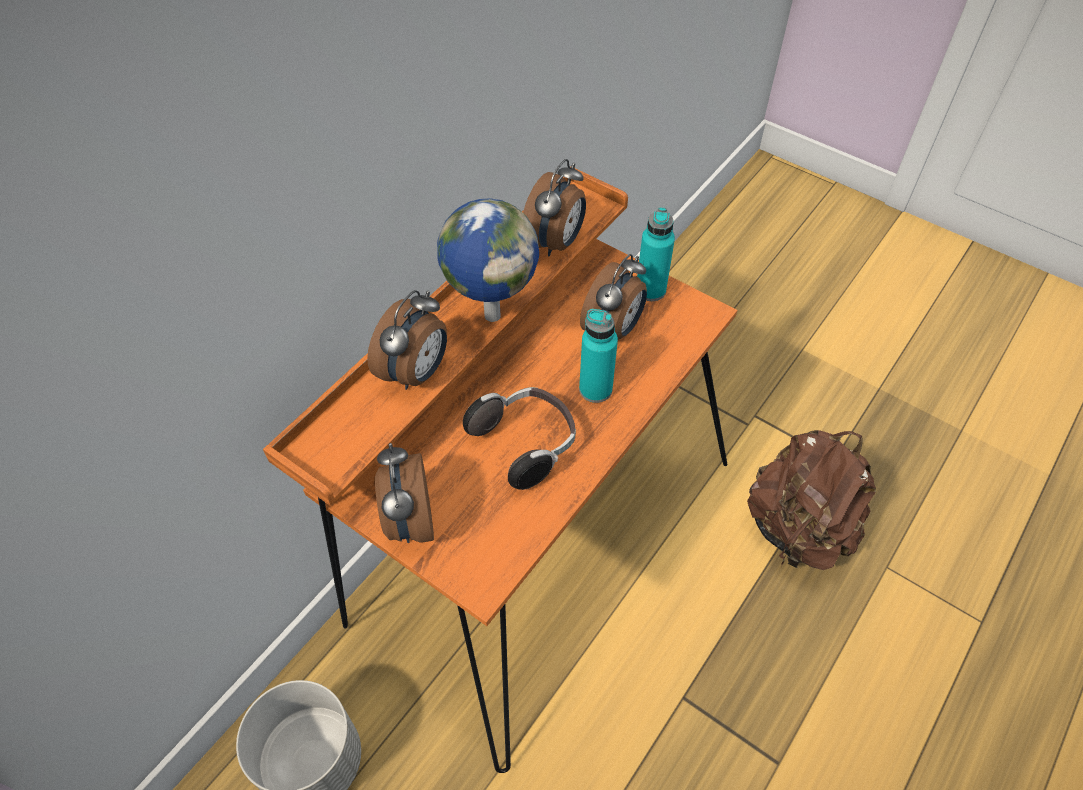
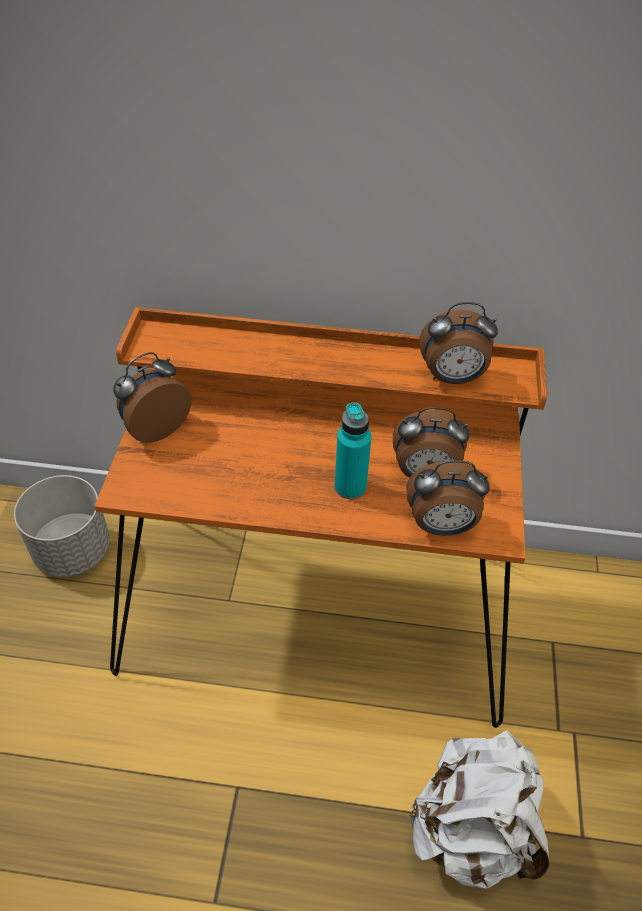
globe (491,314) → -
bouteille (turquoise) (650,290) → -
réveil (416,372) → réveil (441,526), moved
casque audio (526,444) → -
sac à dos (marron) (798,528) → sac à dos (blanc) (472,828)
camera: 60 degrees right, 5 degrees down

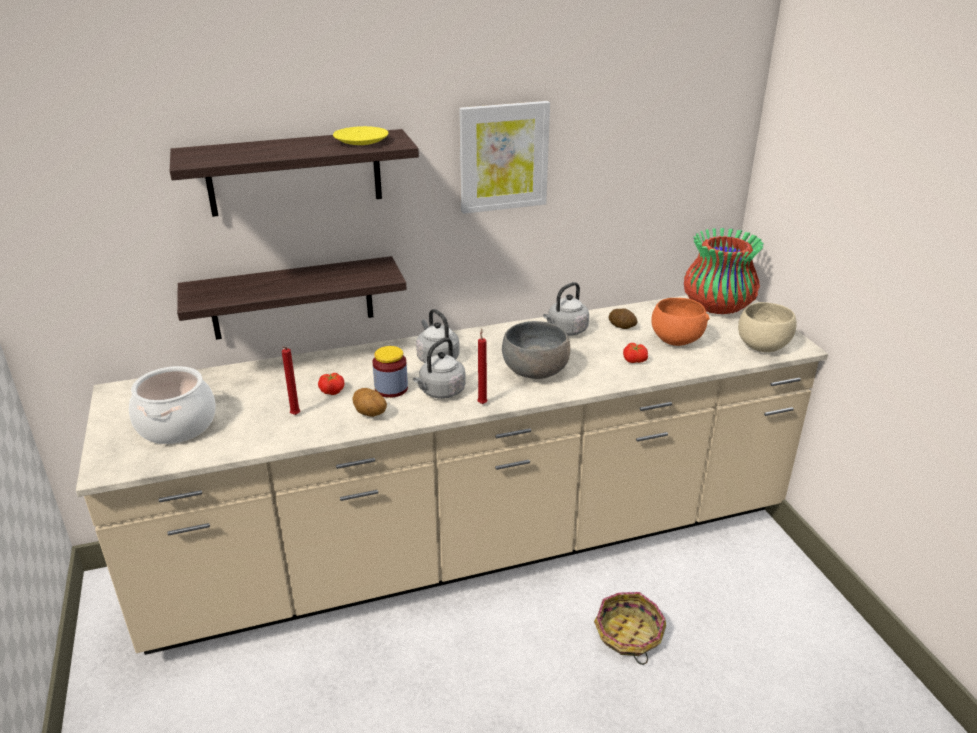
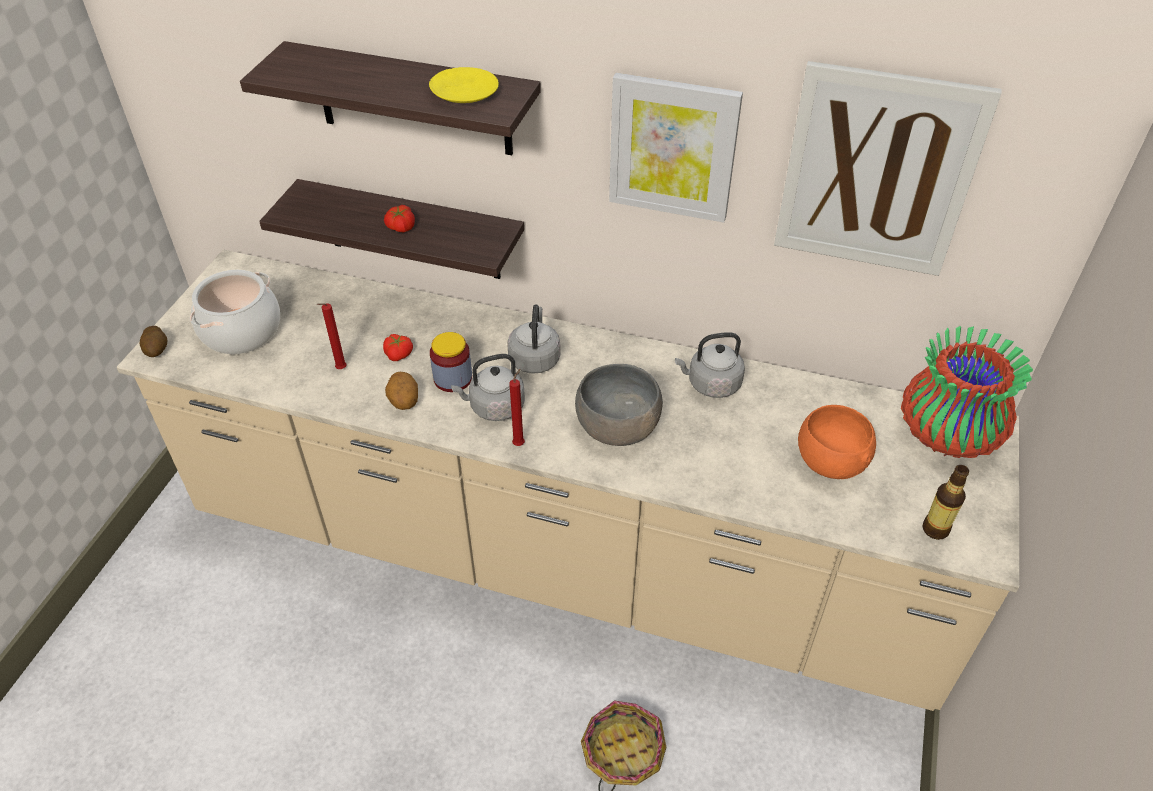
bol (beige) (762,347) → bouteille (935,529)
pomme de terre (622,326) → pomme de terre (157,350), moved
tomate (634,361) → tomate (400,227), moved
- → tableau (877,172)
camera: 35 degrees right, 15 degrees up

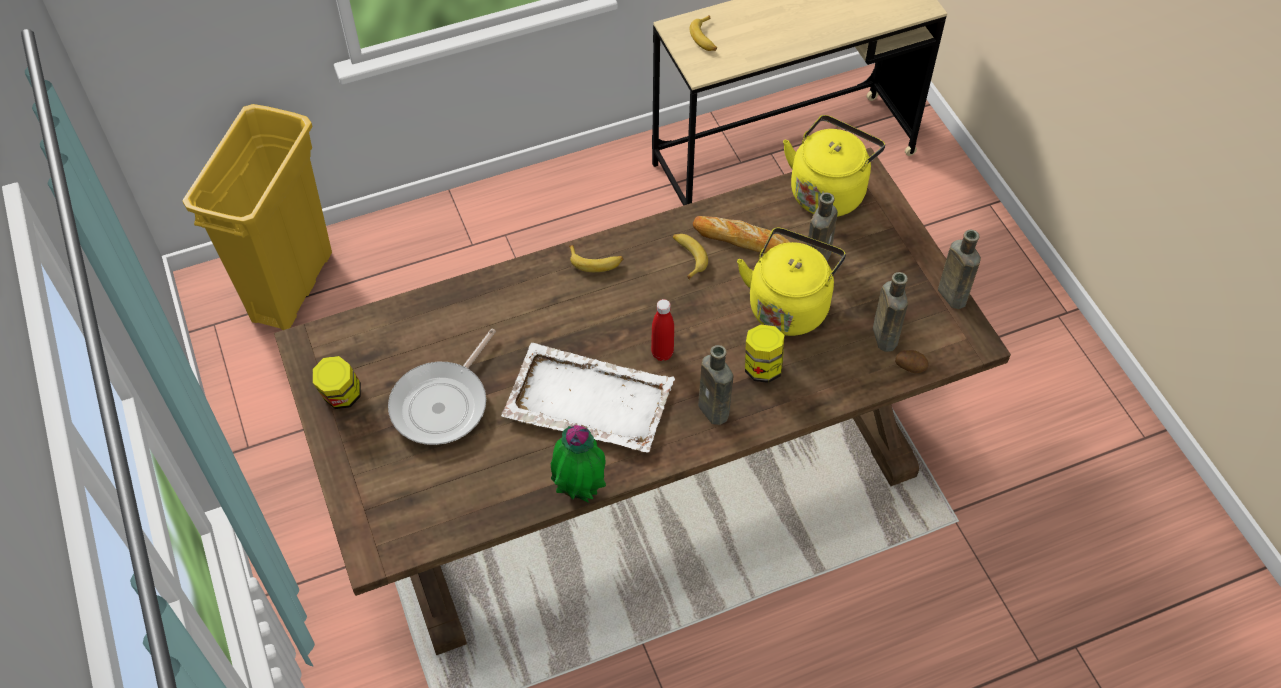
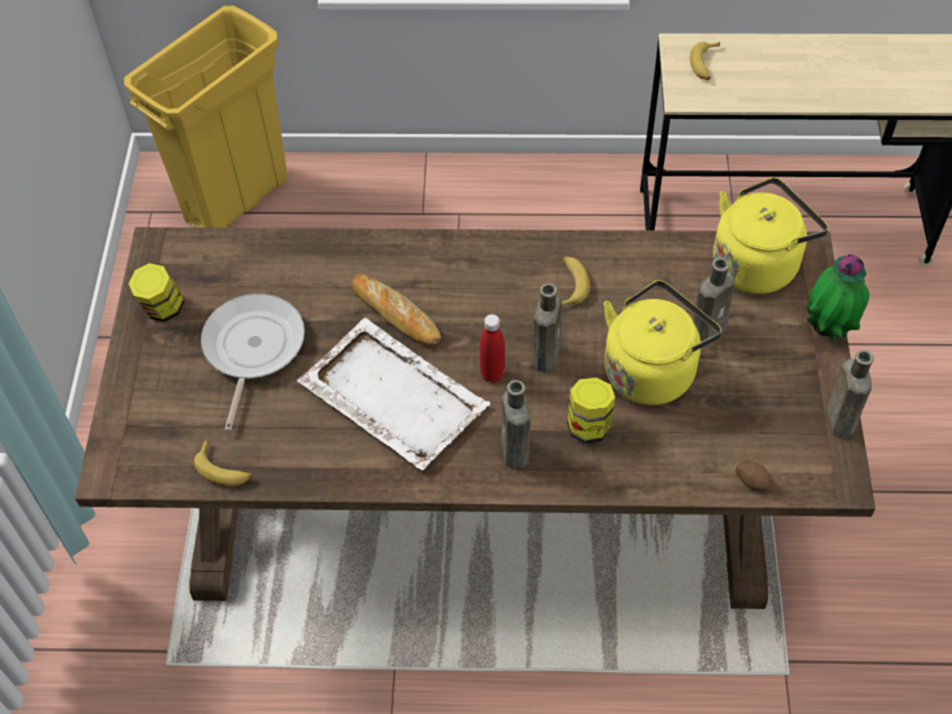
pain (741,239) → pain (396,314), moved
banane (596,262) → banane (224,469), moved
bouteille (marron) (883,335) → bouteille (marron) (547,353), moved
poêle (443,403) → poêle (252,349), 135 degrees clockwise
plante en pot (580,488) → plante en pot (828,329), moved
camera: 25 degrees right, 0 degrees up

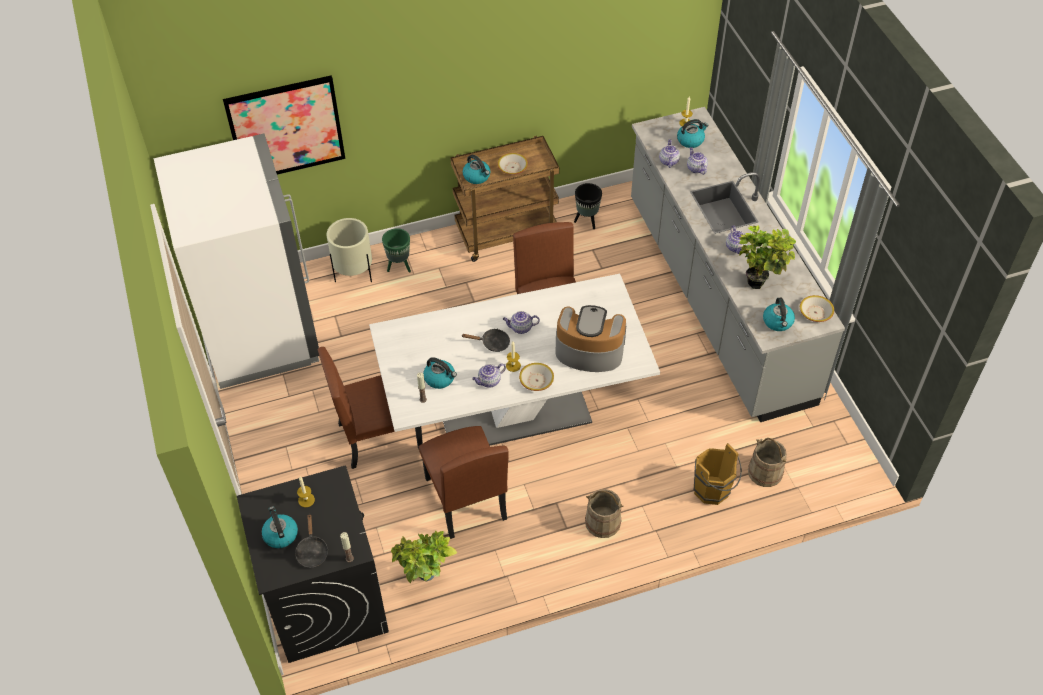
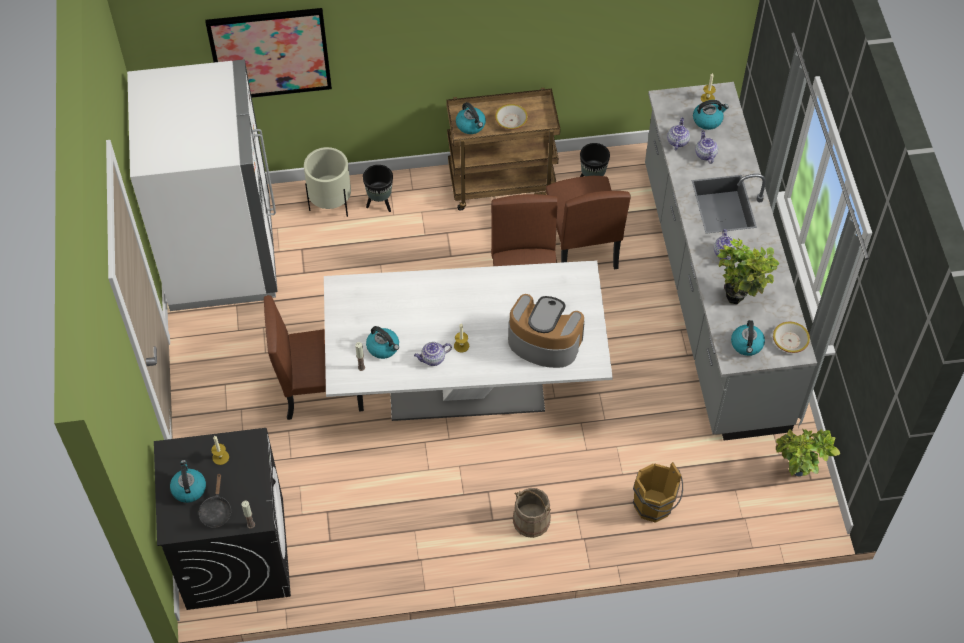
cache-pot (vert) (399,266) → cache-pot (noir) (380,204)
théière (520,328) → -
poêle (noir) (492,343) → -
bol (536,380) → -
chaise (marron) (465,498) → chaise (marron) (581,244), moved
seau (beige) (765,472) → -
plante en pot (425,578) → plante en pot (797,473), moved
camera: 10 degrees right, 5 degrees up

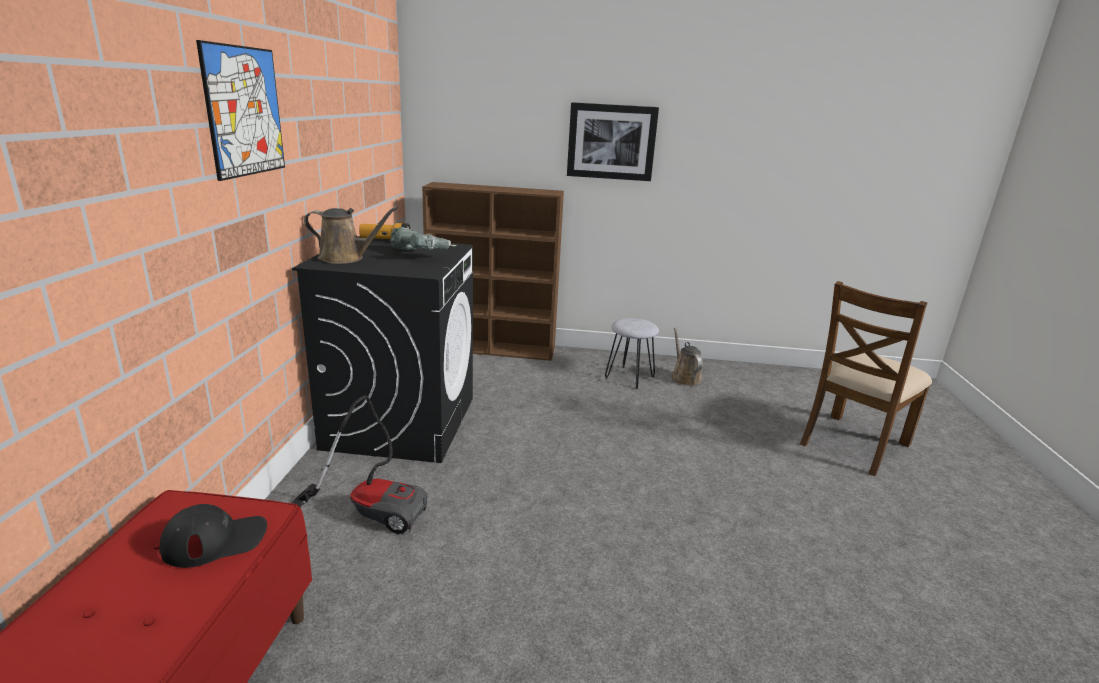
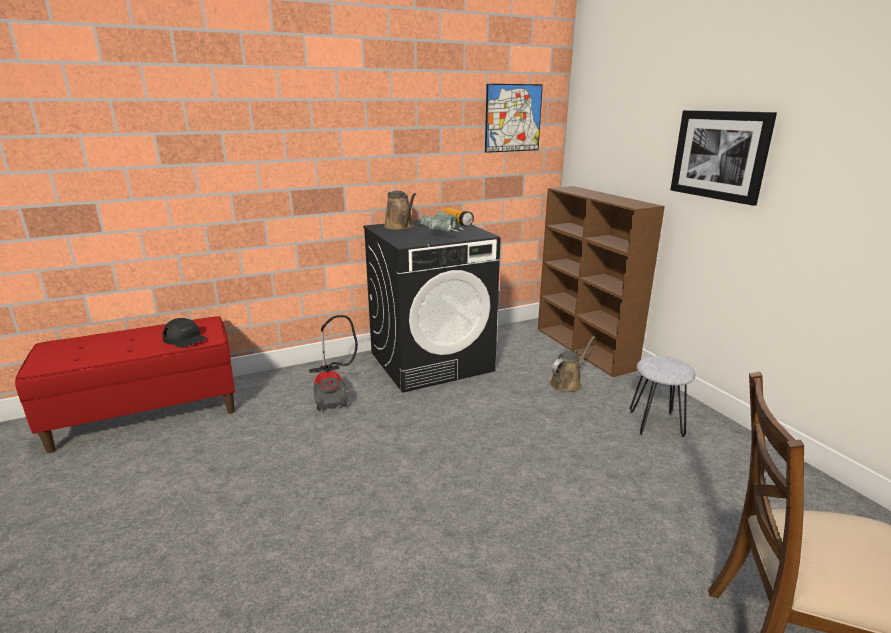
tableau (244,111) → tableau (513,118), moved
arrosoir (marron) (684,378) → arrosoir (marron) (567,383), moved
camera: 60 degrees right, 0 degrees up

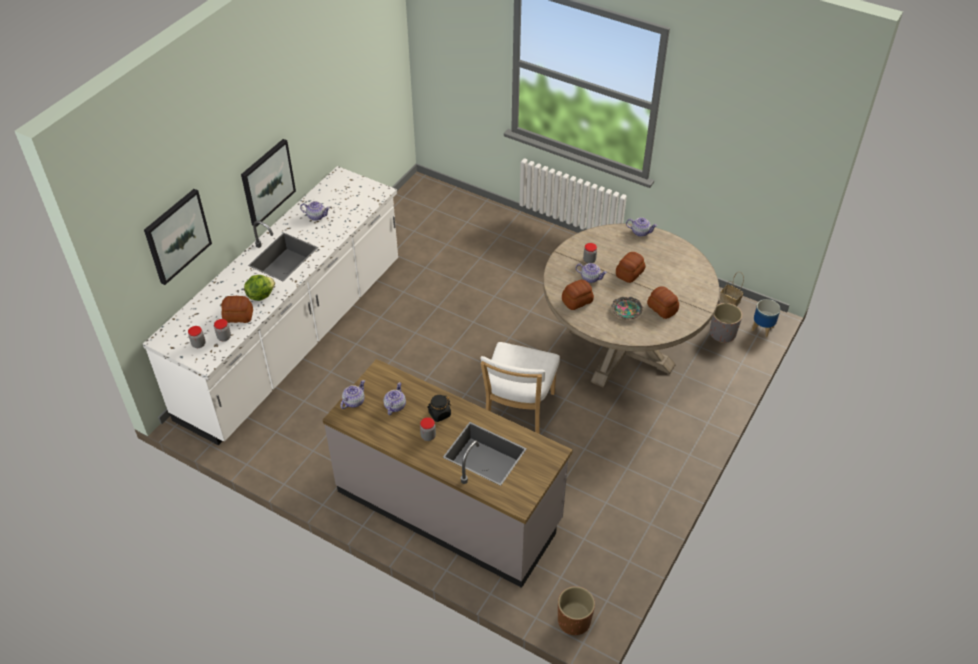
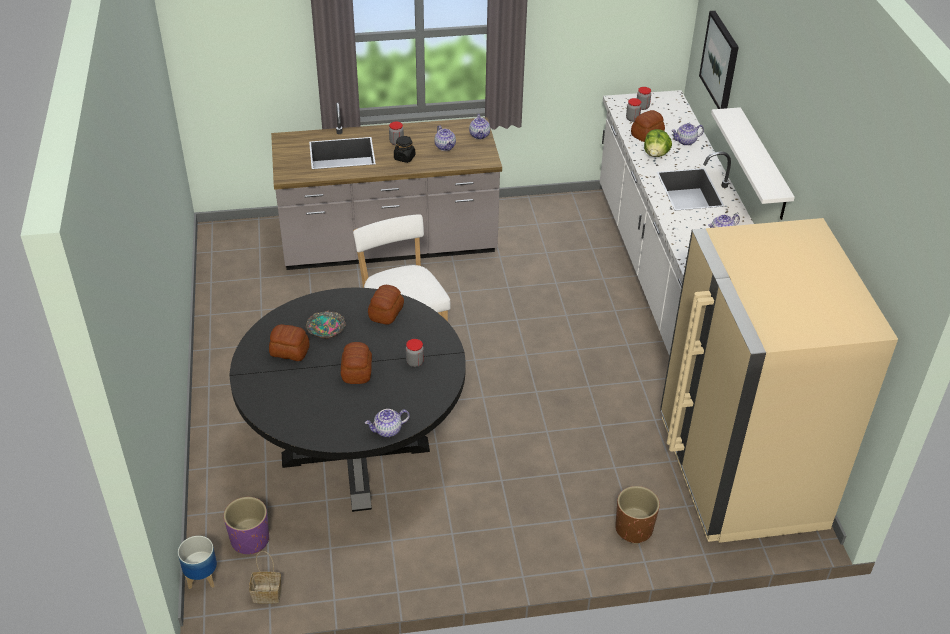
tableau (267,182) → étagère (blanc) (763,165)
table à manger (beige) (621,348) → table à manger (noir) (356,452)
théière (590,278) → théière (685,141), moved
cache-pot (gris) (722,333) → cache-pot (violet) (249,540)
cache-pot (marron) (574,620) → cache-pot (marron) (634,529), moved
- → réfrigérateur (beige) (739,472)
camera: 140 degrees right, 5 degrees down

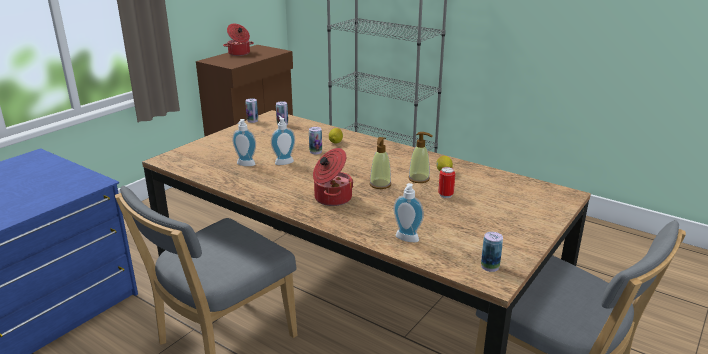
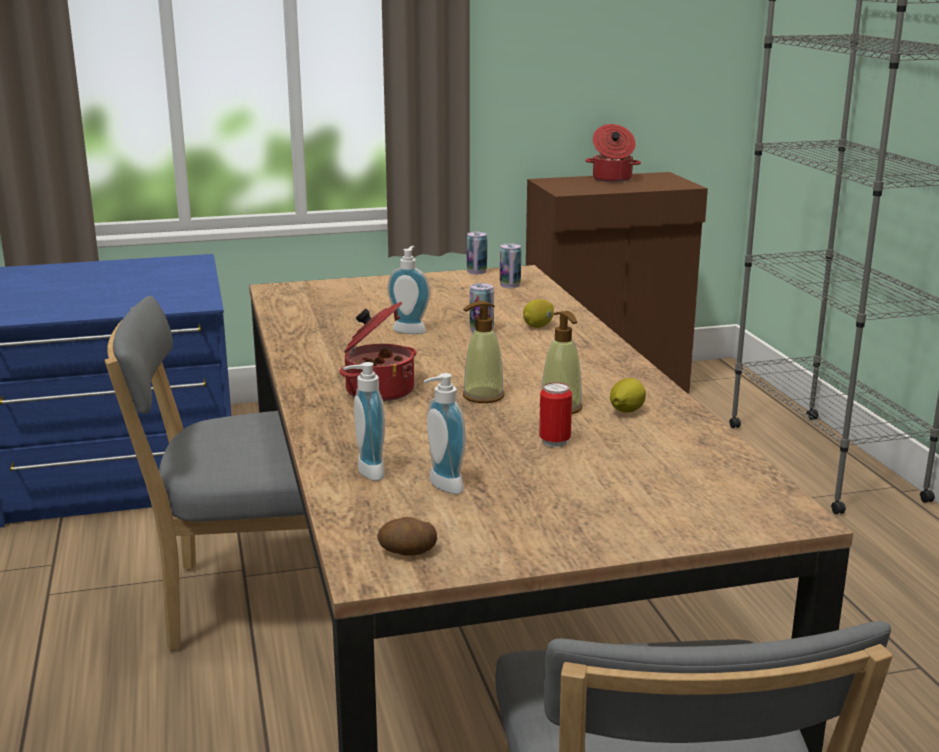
distributeur de savon (245,165) → distributeur de savon (441,486), moved
boîte métallique (490,266) → pomme de terre (408,552)
camera: 40 degrees right, 5 degrees down

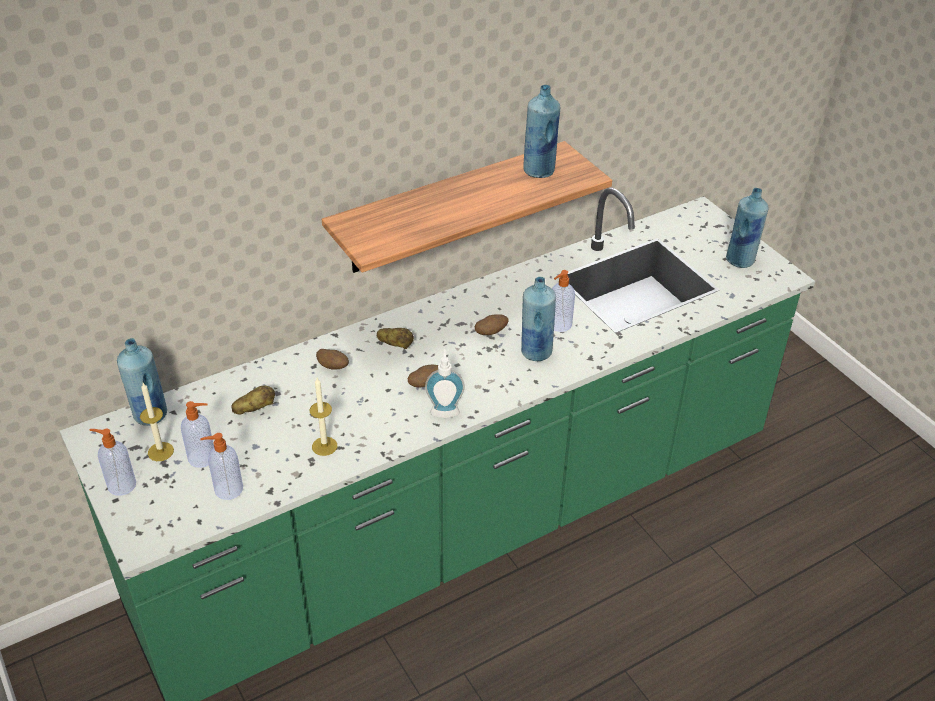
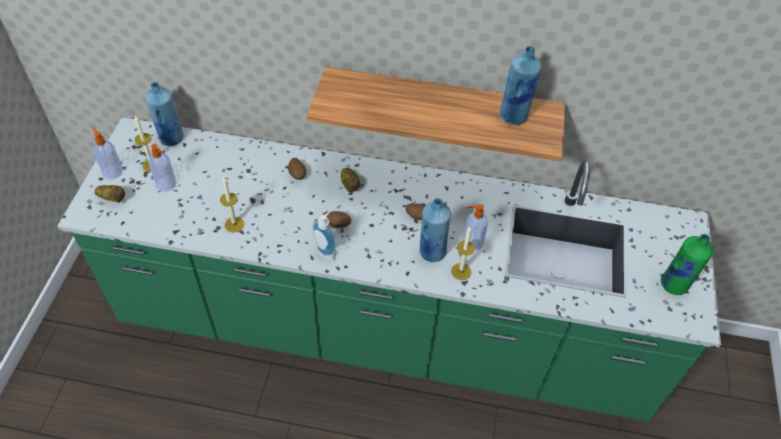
bouteille (bleu) (740,260) → bouteille (vert) (674,285)
pomme de terre (254,409) → pomme de terre (112,198), moved
distributeur de savon (227,489) → -
- → bougie (461,271)
camera: 40 degrees right, 10 degrees up

